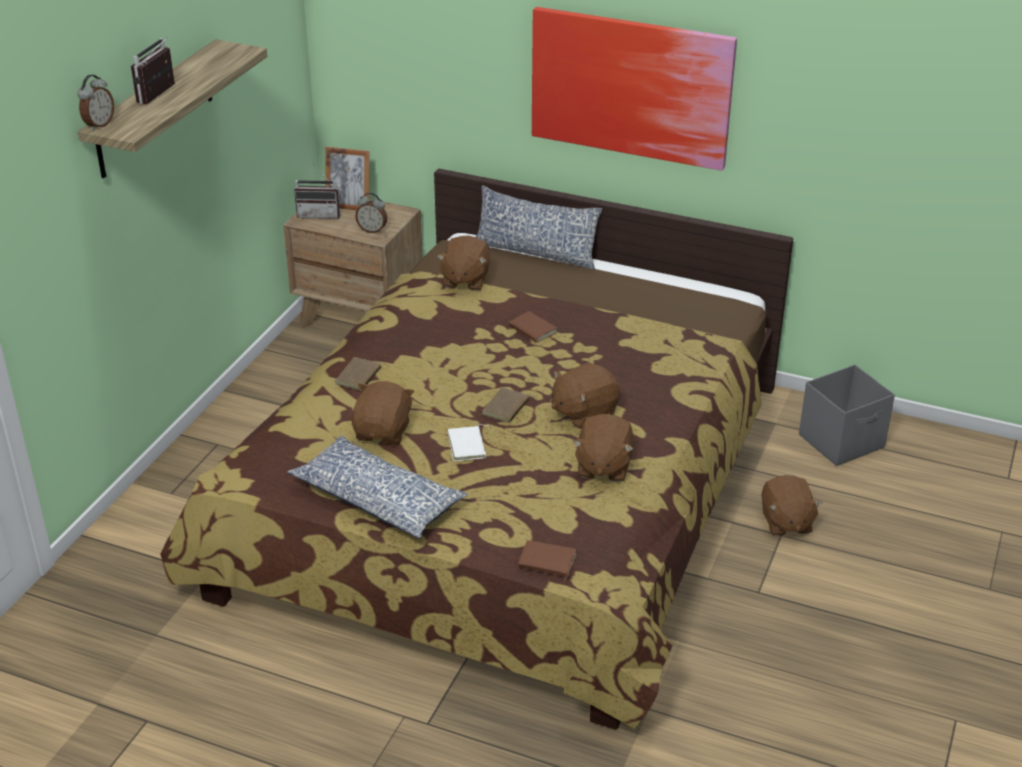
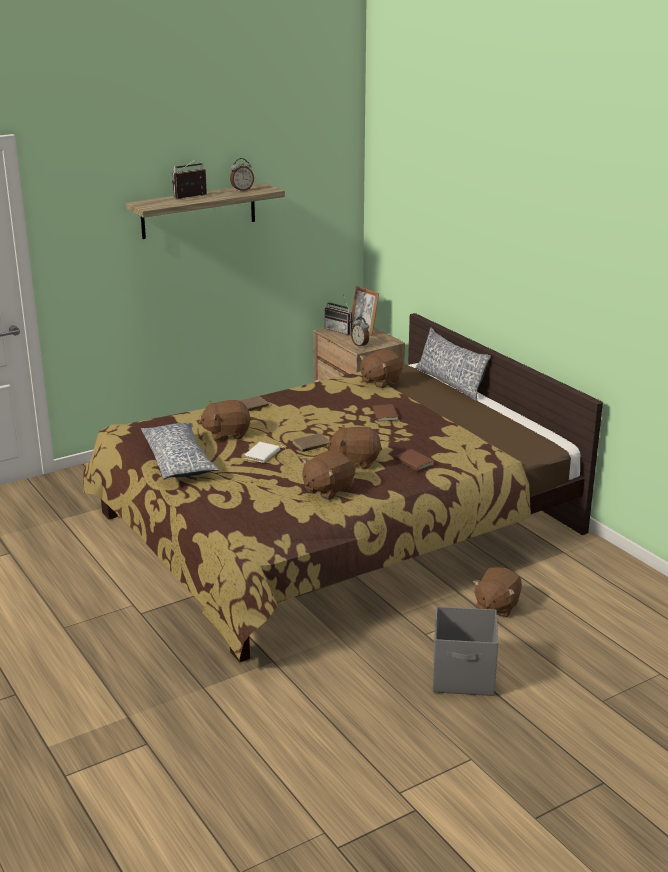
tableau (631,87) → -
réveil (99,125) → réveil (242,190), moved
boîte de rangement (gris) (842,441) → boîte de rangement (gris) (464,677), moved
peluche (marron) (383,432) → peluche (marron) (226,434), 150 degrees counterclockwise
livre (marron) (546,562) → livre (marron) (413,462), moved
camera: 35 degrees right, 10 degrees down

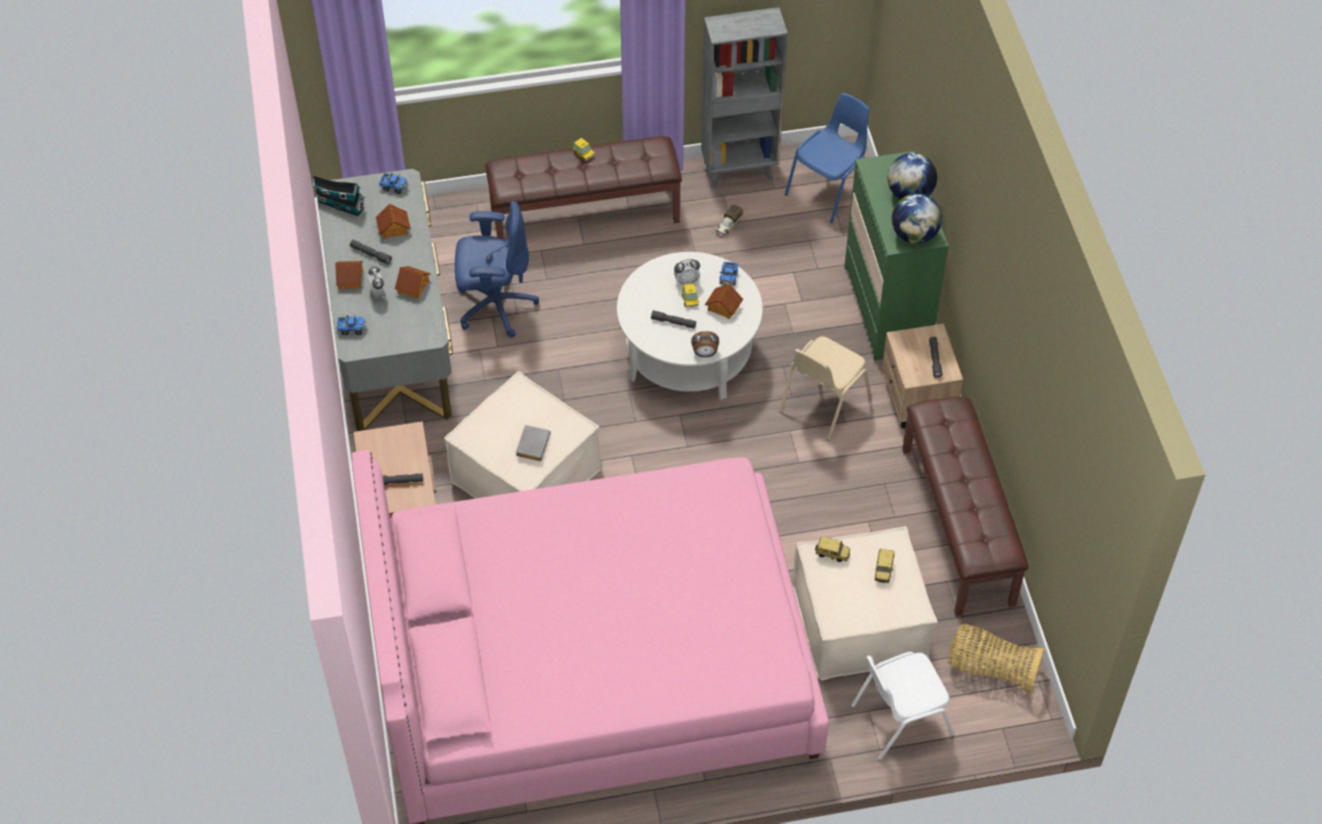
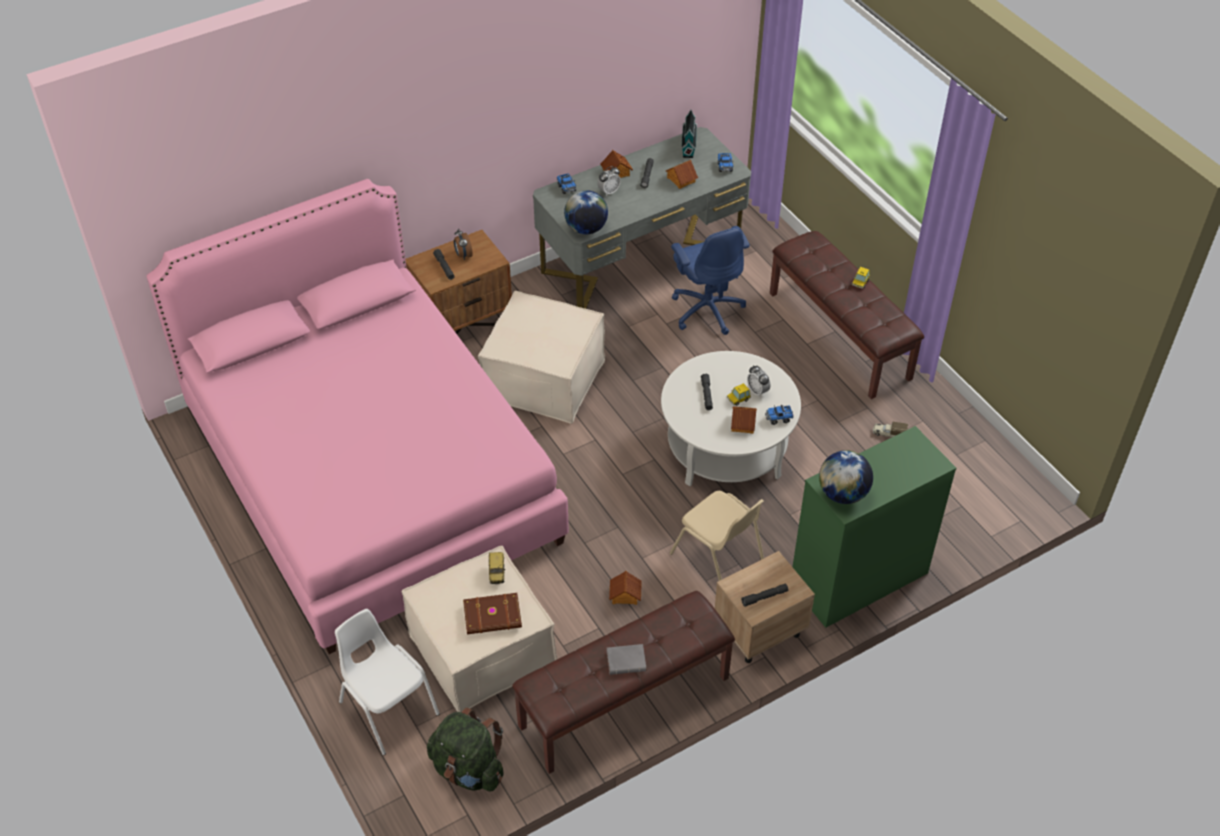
bibliothèque (gris) (740,170) → -
chaise (bleu) (830,189) → -
globe (910,194) → globe (586,229), moved
maison miniature (413,287) → maison miniature (625,595), moved
réveil (705,354) → réveil (463,255), moved
chaise (beige) (822,403) → chaise (beige) (718,558), 150 degrees counterclockwise
livre (gris) (532,444) → livre (gris) (627,660), moved
petite voiture (884,570) → livre (marron) (493,616)
panier (991,668) → sac à dos (vert) (468,769)
camera: 70 degrees right, 5 degrees down

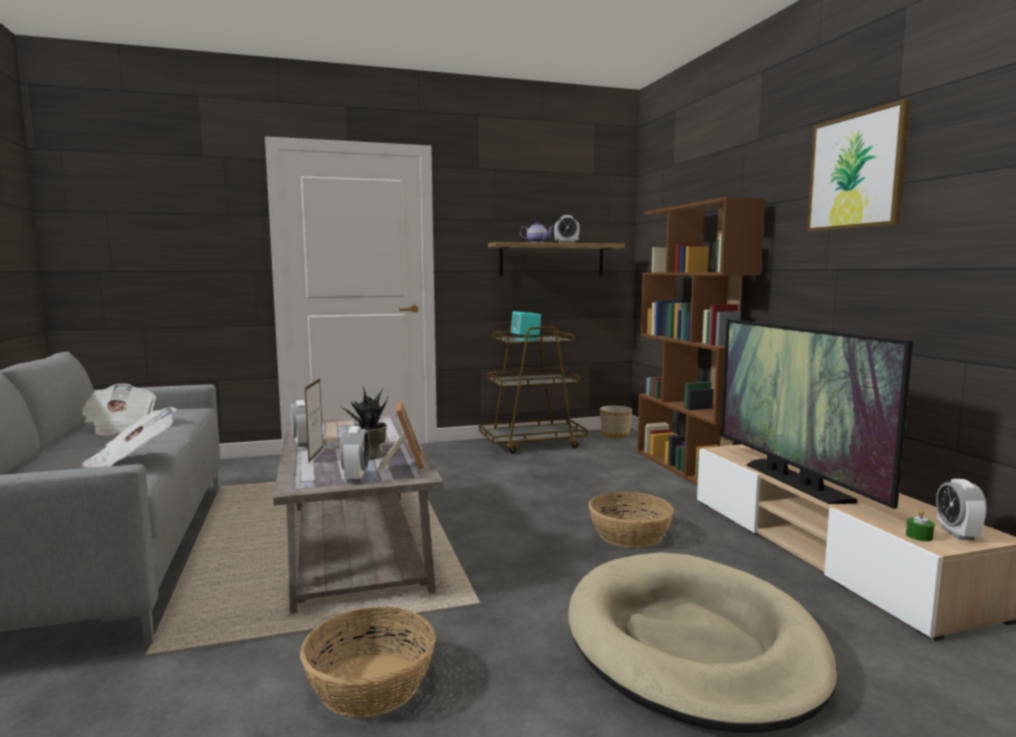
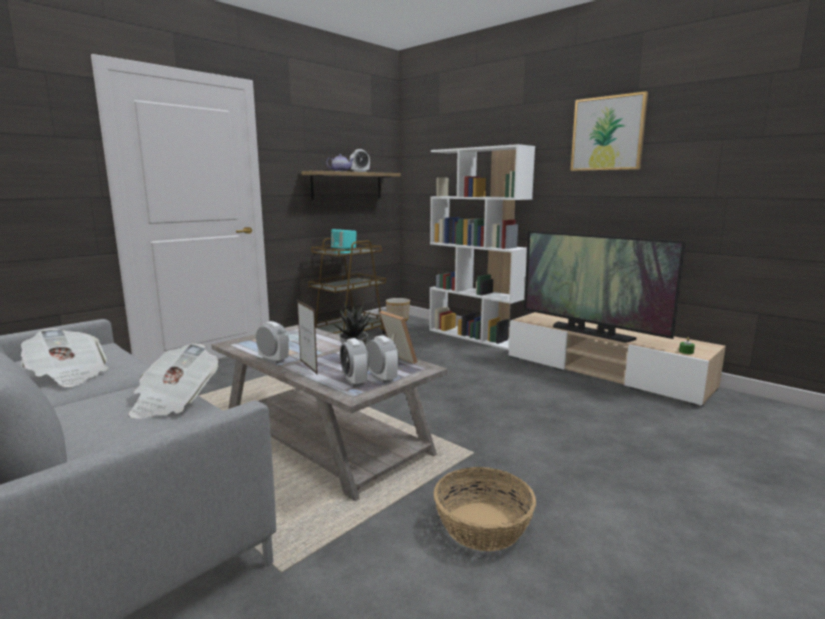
bibliothèque (marron) (689,469) → bibliothèque (blanc) (475,336)
réveil (957,534) → réveil (354,382), moved
panier (630,535) → -
panier pour chien (beige) (692,644) → -
camera: 30 degrees left, 5 degrees up

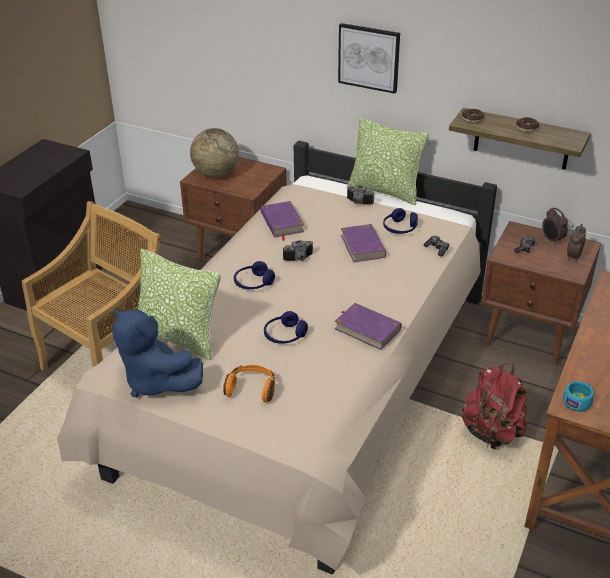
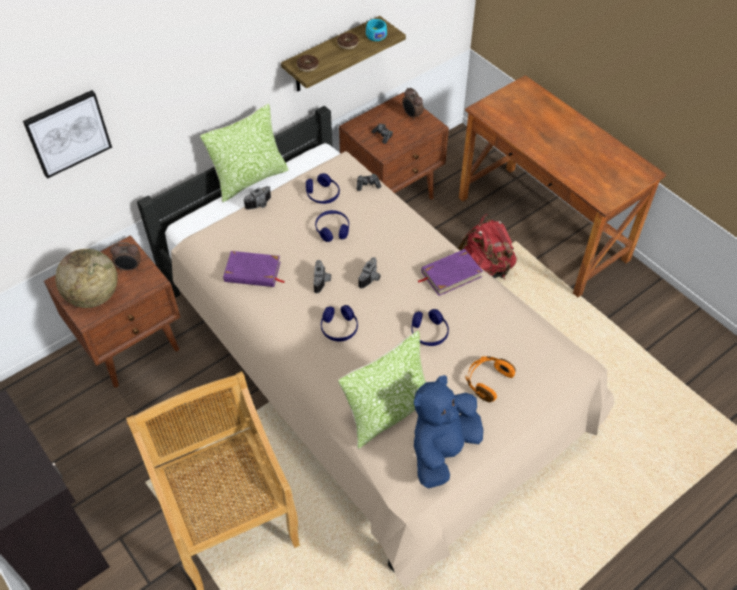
tableau (369,57) → tableau (67,133), moved
réveil (552,240) → réveil (129,268), moved
livre (violet) (363,246) → casque audio (bleu) (332,230)
peluche (bleu) (156,381) → peluche (bleu) (442,450), 150 degrees clockwise
tasse (turquoise) (578,401) → tasse (turquoise) (375,34), moved
- → appareil photo (371,279)
camera: 65 degrees left, 15 degrees up

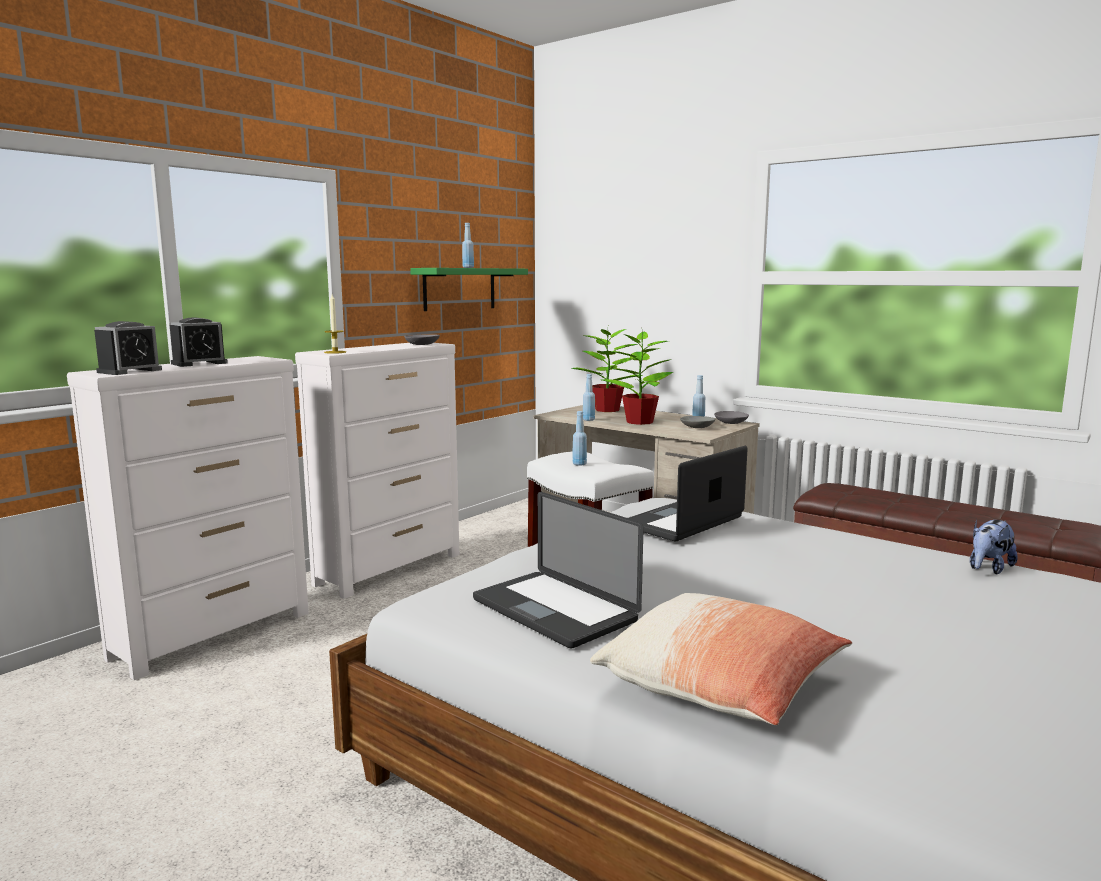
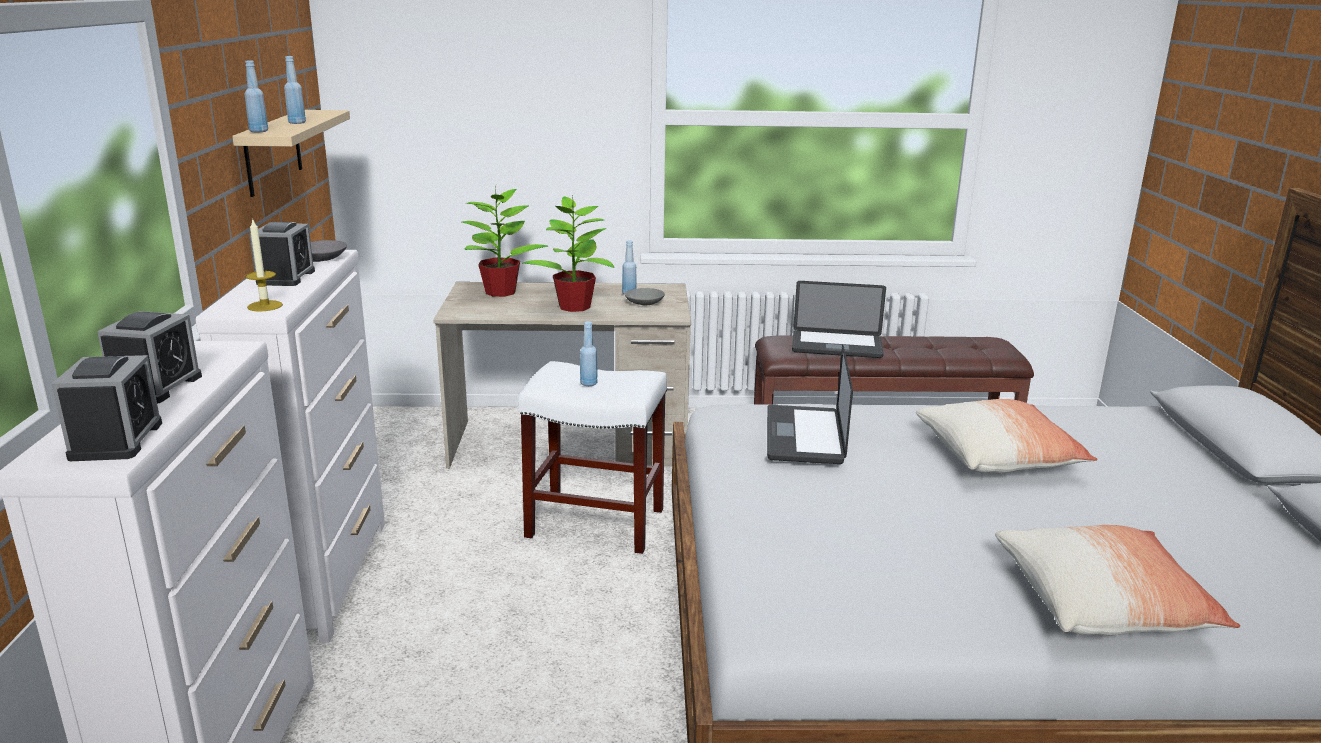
étagère (vert) (459,289) → étagère (beige) (273,152)
bouteille (bleu) (588,420) → bouteille (bleu) (259,131), moved
bol (gris) (731,423) → -
ordinateur portable (554,610) → ordinateur portable (836,346), moved
peluche (988,568) → -
- → réveil (286,277)
- → coussin (999,457)
camera: 40 degrees left, 10 degrees up

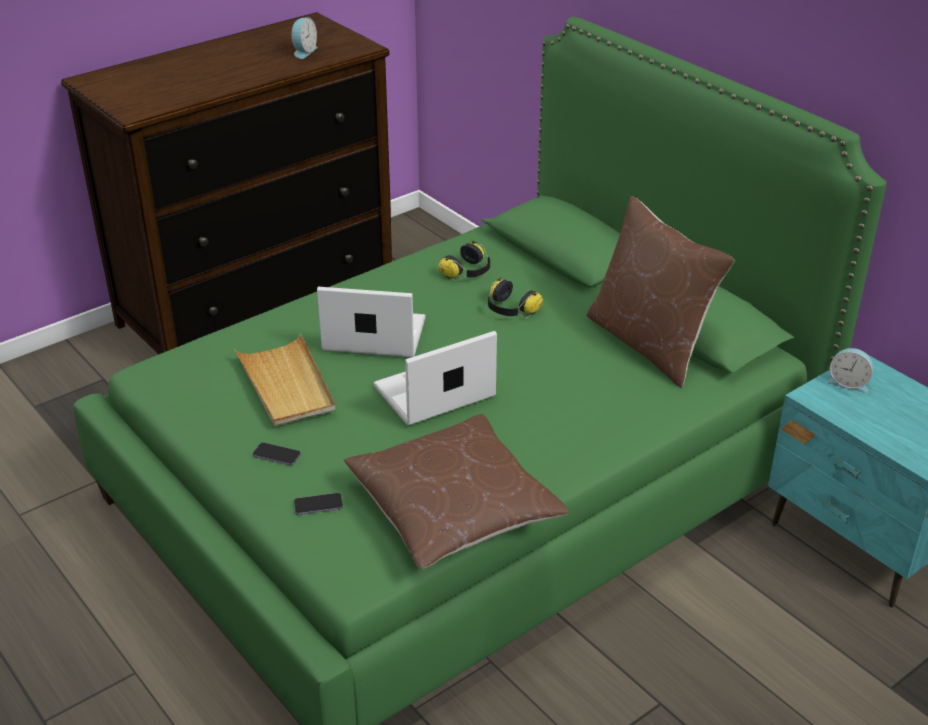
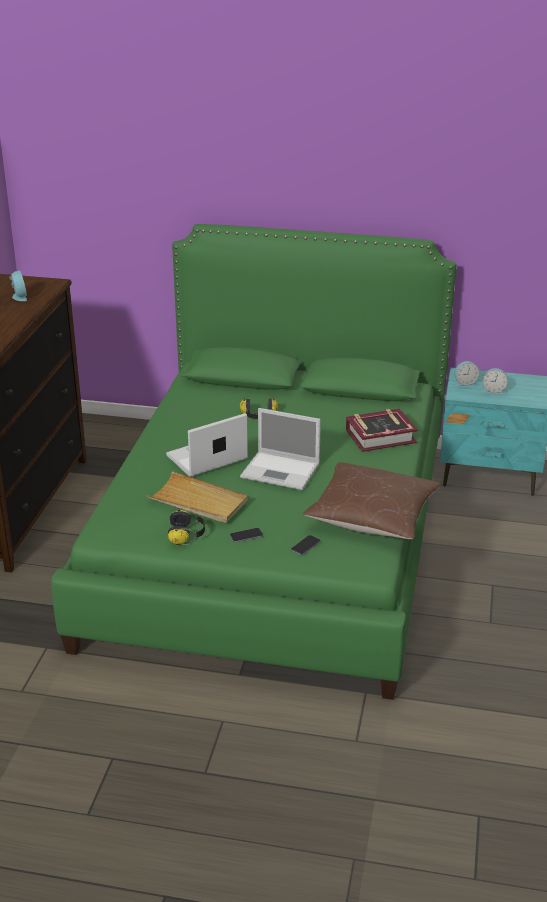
coussin (marron) (649,343) → -
casque audio (468,272) → casque audio (187,534), moved
ordinateur portable (432,393) → ordinateur portable (281,471), 90 degrees counterclockwise
- → réveil (493,390)
- → livre (380,436)
camera: 40 degrees left, 5 degrees down

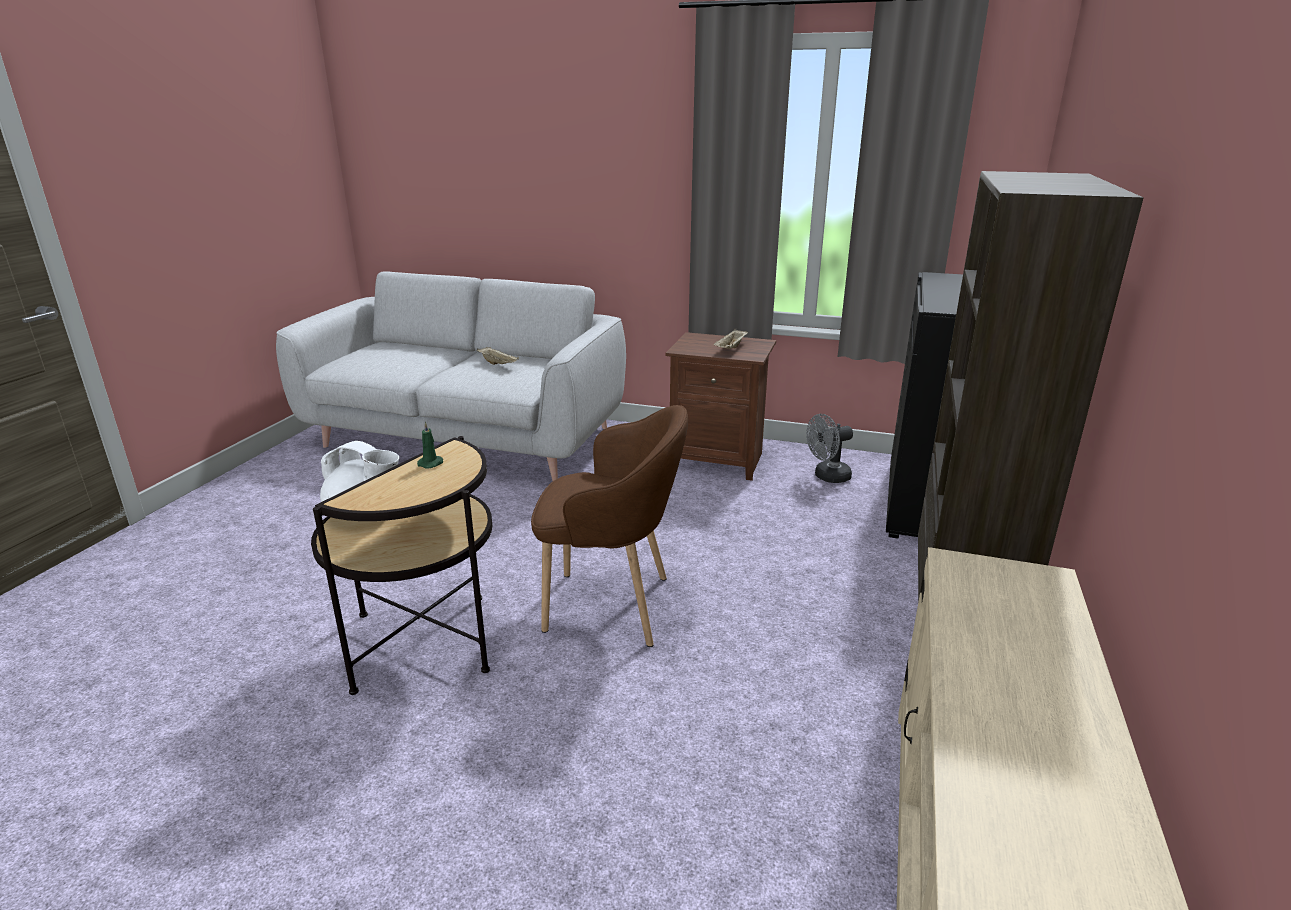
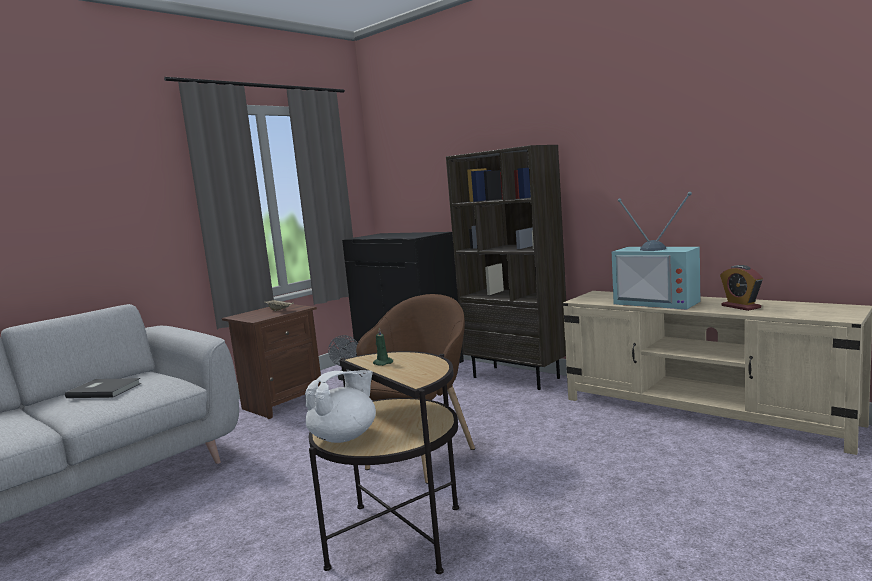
plateau (beige) (499,364) → livre (gris) (104,390)
- → téléviseur (659,302)
- → réveil (740,307)
camera: 65 degrees left, 15 degrees down

